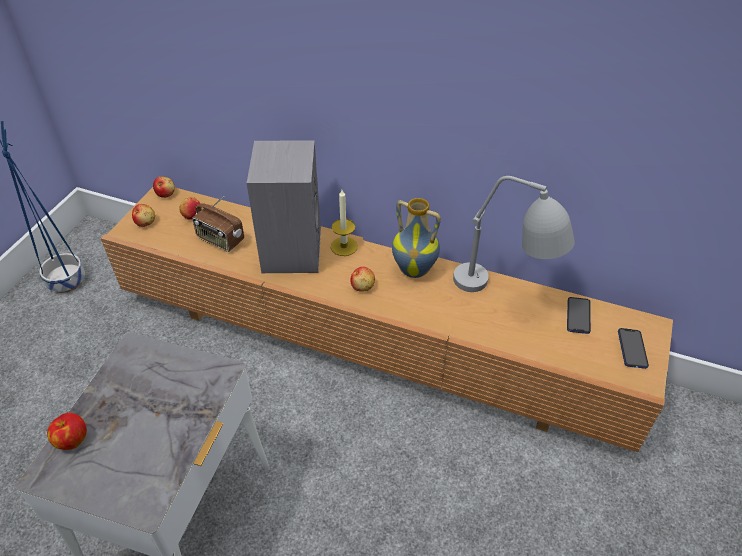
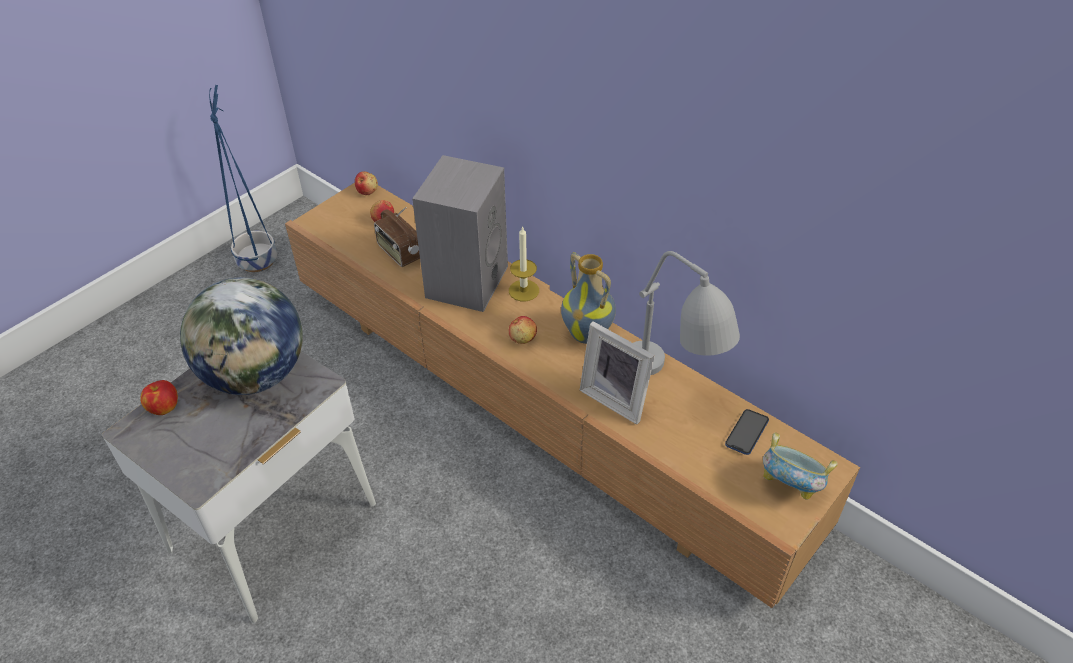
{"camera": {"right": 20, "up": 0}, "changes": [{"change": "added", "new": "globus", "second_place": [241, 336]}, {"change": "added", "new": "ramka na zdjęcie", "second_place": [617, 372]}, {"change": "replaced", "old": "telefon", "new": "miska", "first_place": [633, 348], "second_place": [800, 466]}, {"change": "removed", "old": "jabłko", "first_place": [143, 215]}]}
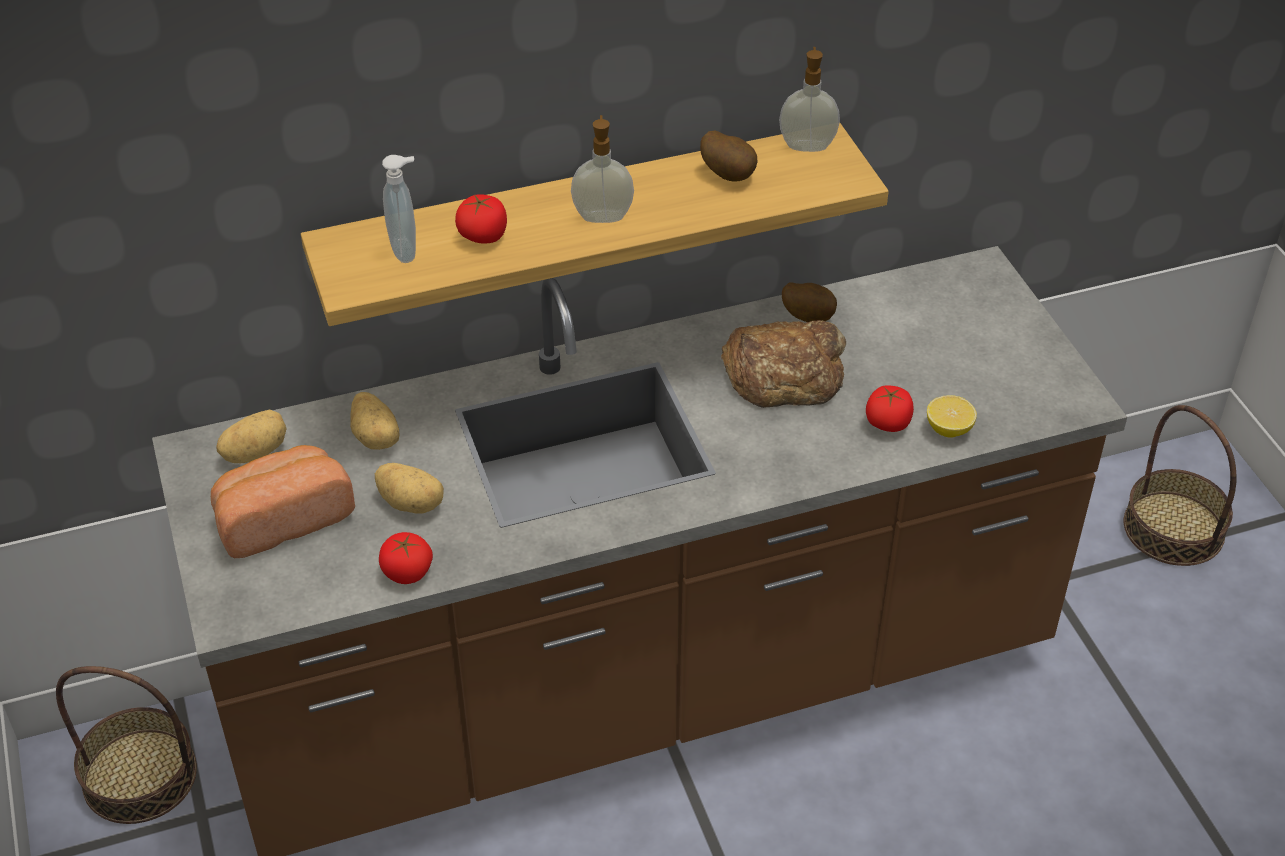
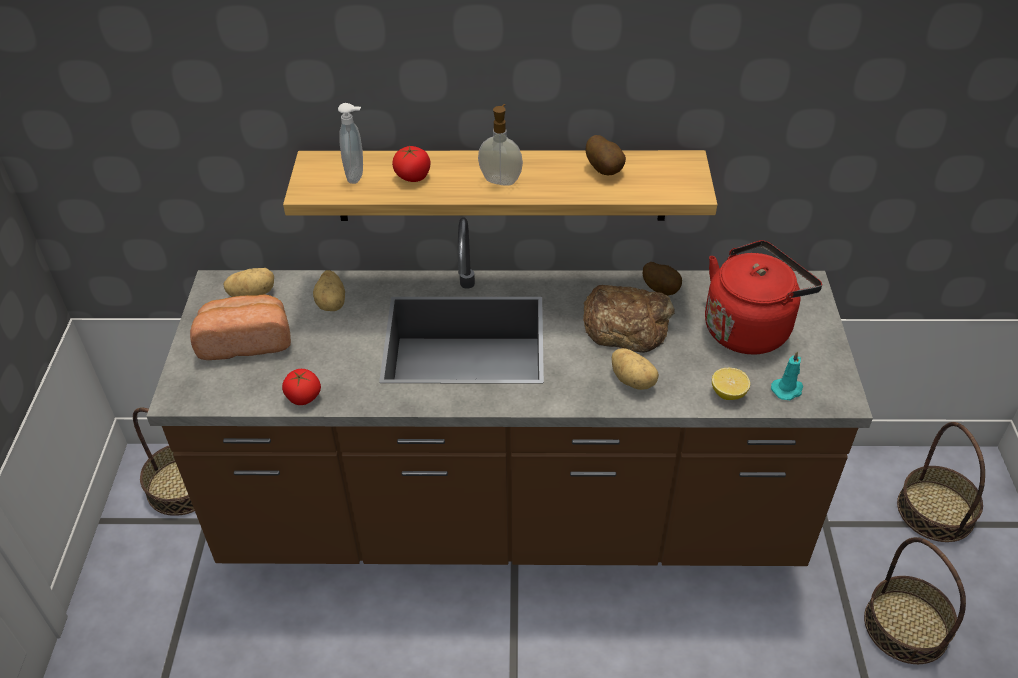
{"camera": {"right": 20, "up": 0}, "changes": [{"change": "moved", "old": "ziemniak", "first_place": [409, 488], "second_place": [635, 369]}, {"change": "added", "new": "czajnik [czerwony]", "second_place": [763, 297]}, {"change": "added", "new": "świeca [turkusowy]", "second_place": [787, 375]}, {"change": "added", "new": "koszyk", "second_place": [915, 600]}, {"change": "removed", "old": "dozownik mydła", "first_place": [809, 99]}, {"change": "removed", "old": "pomidor", "first_place": [890, 408]}]}
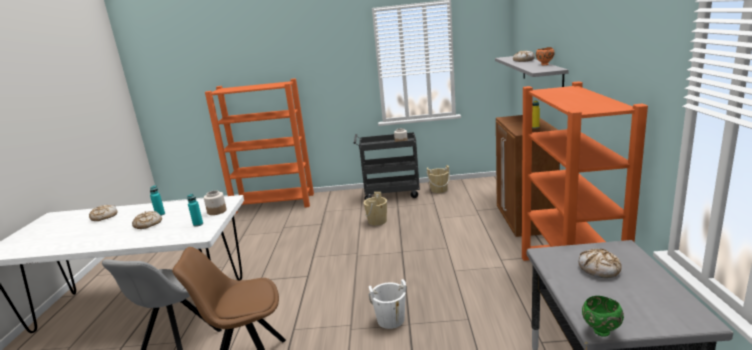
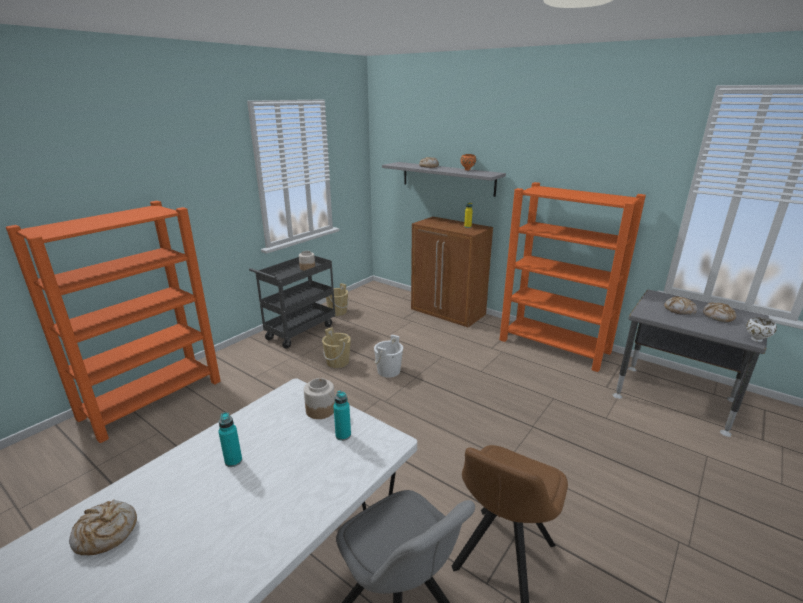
{"camera": {"right": -55, "up": 5}, "changes": [{"change": "moved", "old": "wiadro [biały]", "first_place": [388, 304], "second_place": [388, 356]}, {"change": "moved", "old": "chleb", "first_place": [147, 220], "second_place": [719, 312]}, {"change": "recoloured", "old": "miska [zielony]", "new": "miska [biały]", "first_place": [603, 316], "second_place": [761, 329]}]}
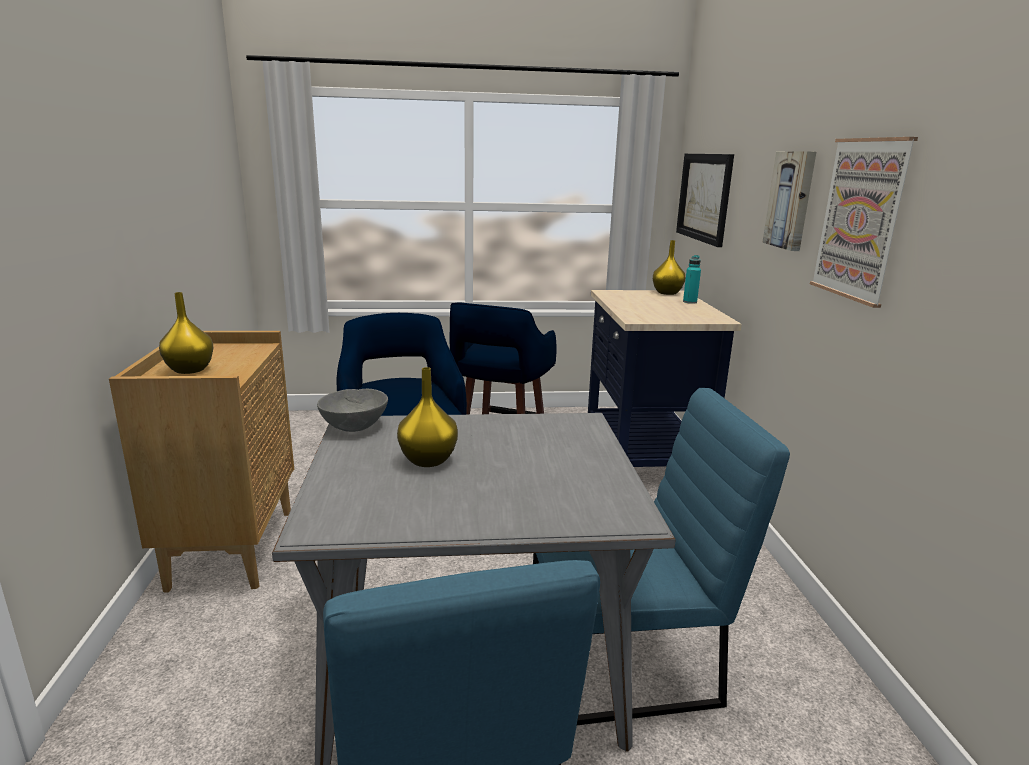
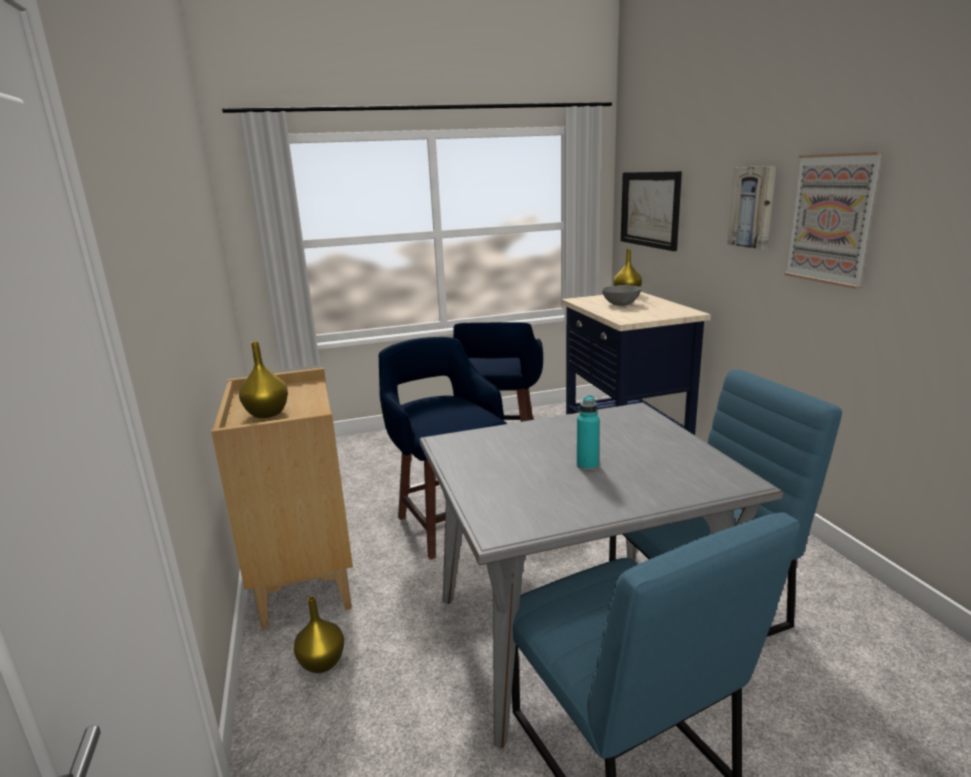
{"camera": {"right": -10, "up": 0}, "changes": [{"change": "moved", "old": "wazon [żółty]", "first_place": [427, 417], "second_place": [319, 634]}, {"change": "moved", "old": "butelka [turkusowy]", "first_place": [692, 279], "second_place": [588, 433]}, {"change": "moved", "old": "miska [szary]", "first_place": [352, 410], "second_place": [621, 295]}]}
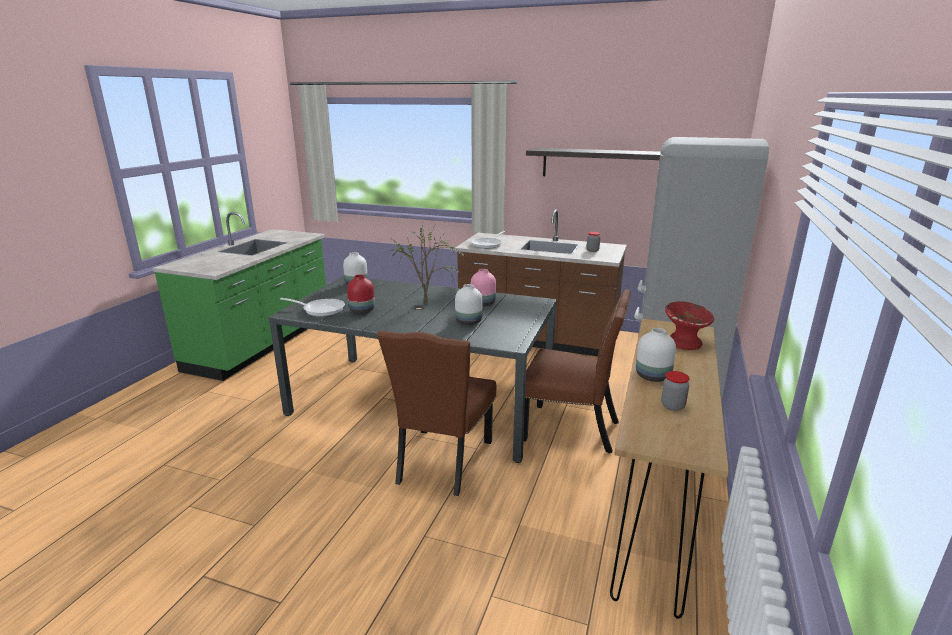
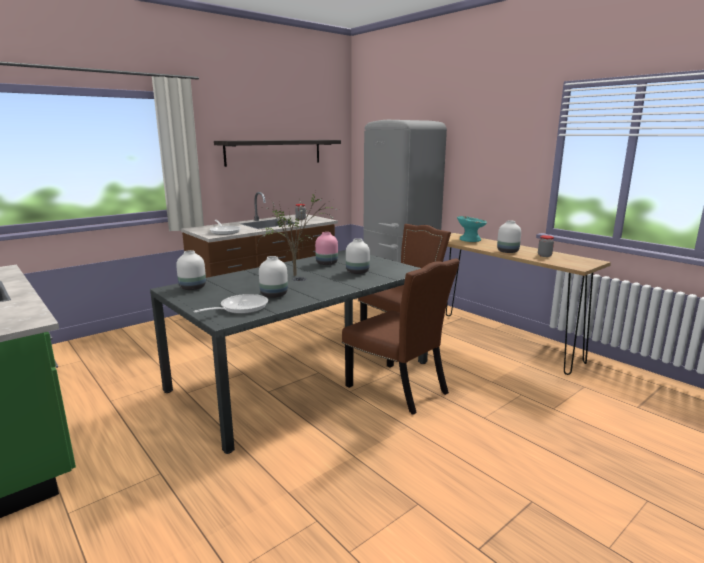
{"camera": {"right": -60, "up": -5}, "changes": [{"change": "recoloured", "old": "wazon [czerwony]", "new": "wazon [biały]", "first_place": [361, 294], "second_place": [273, 277]}, {"change": "recoloured", "old": "miska [czerwony]", "new": "miska [turkusowy]", "first_place": [689, 325], "second_place": [472, 229]}]}
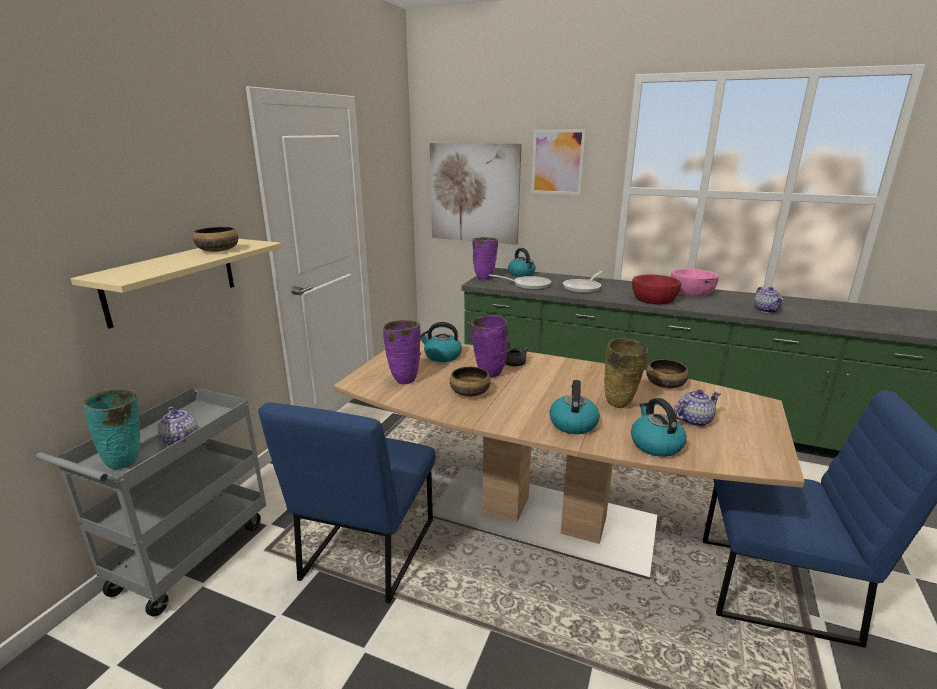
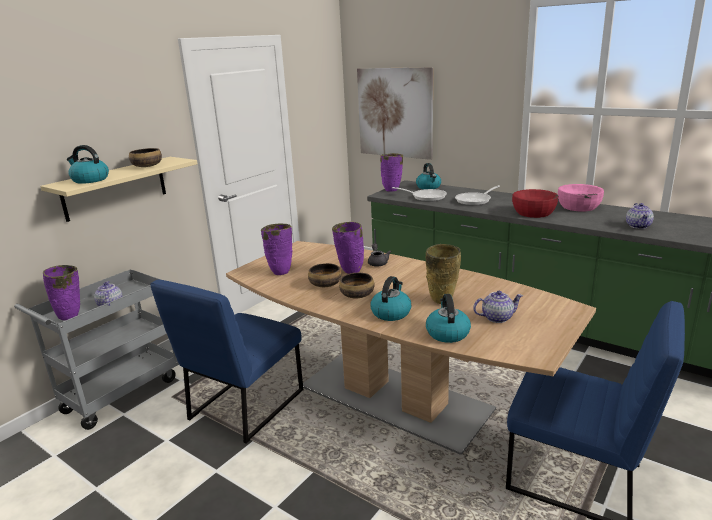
{"camera": {"right": 15, "up": 0}, "changes": [{"change": "recoloured", "old": "wazon [turkusowy]", "new": "wazon [fioletowy]", "first_place": [111, 429], "second_place": [61, 292]}, {"change": "moved", "old": "czajnik", "first_place": [441, 342], "second_place": [88, 164]}, {"change": "moved", "old": "miska", "first_place": [667, 374], "second_place": [356, 286]}, {"change": "removed", "old": "obraz", "first_place": [558, 162]}]}
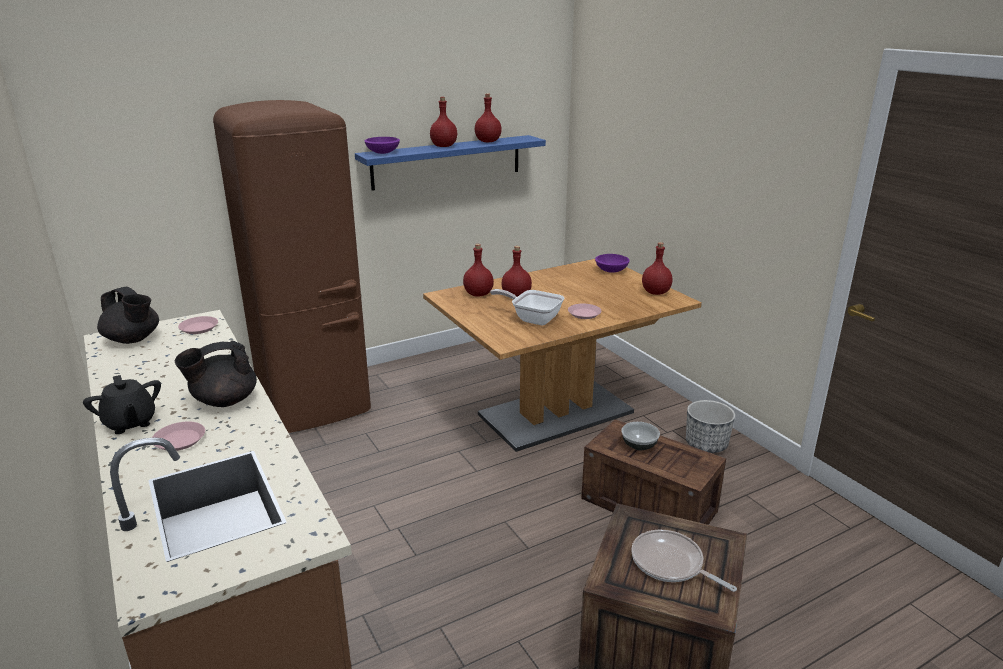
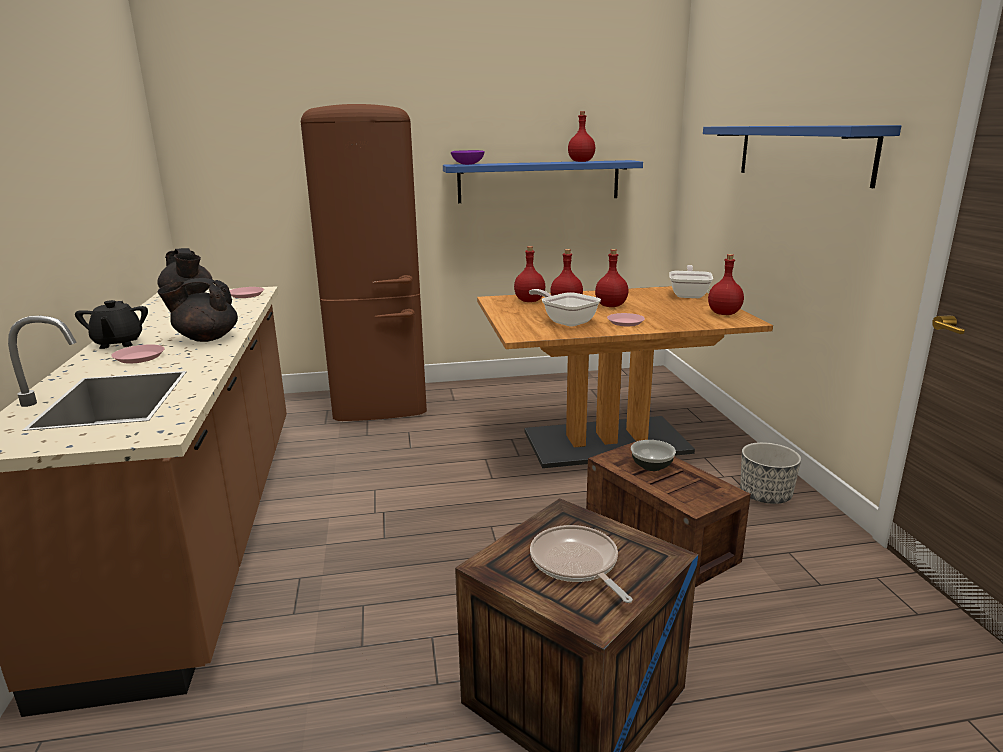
{"camera": {"right": 20, "up": -5}, "changes": [{"change": "moved", "old": "butelka [czerwony]", "first_place": [443, 122], "second_place": [611, 278]}, {"change": "replaced", "old": "miska [fioletowy]", "new": "patelnia", "first_place": [612, 263], "second_place": [691, 281]}, {"change": "added", "new": "półka [niebieski]", "second_place": [802, 156]}]}
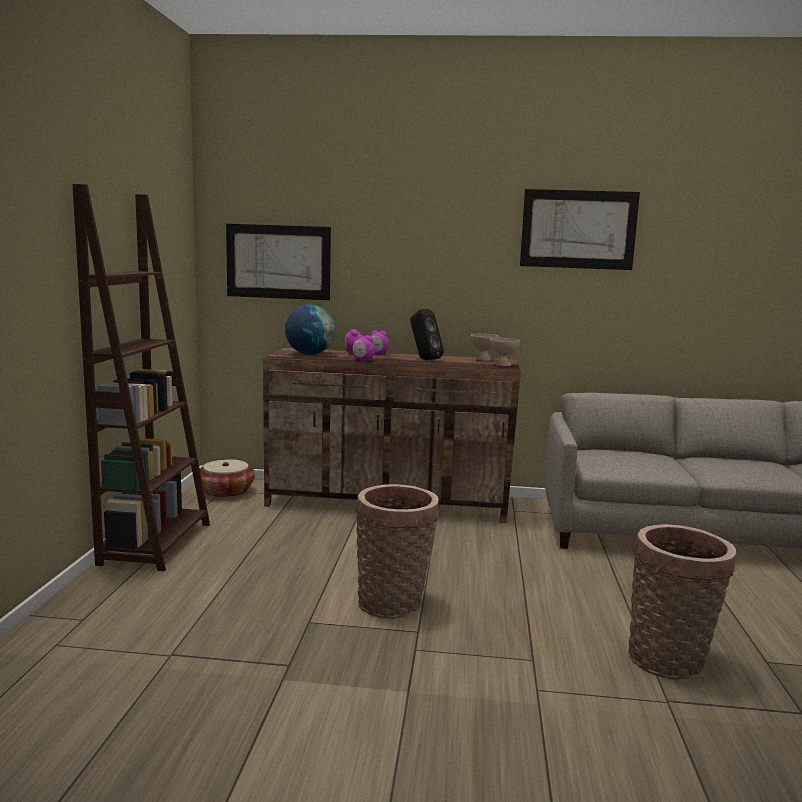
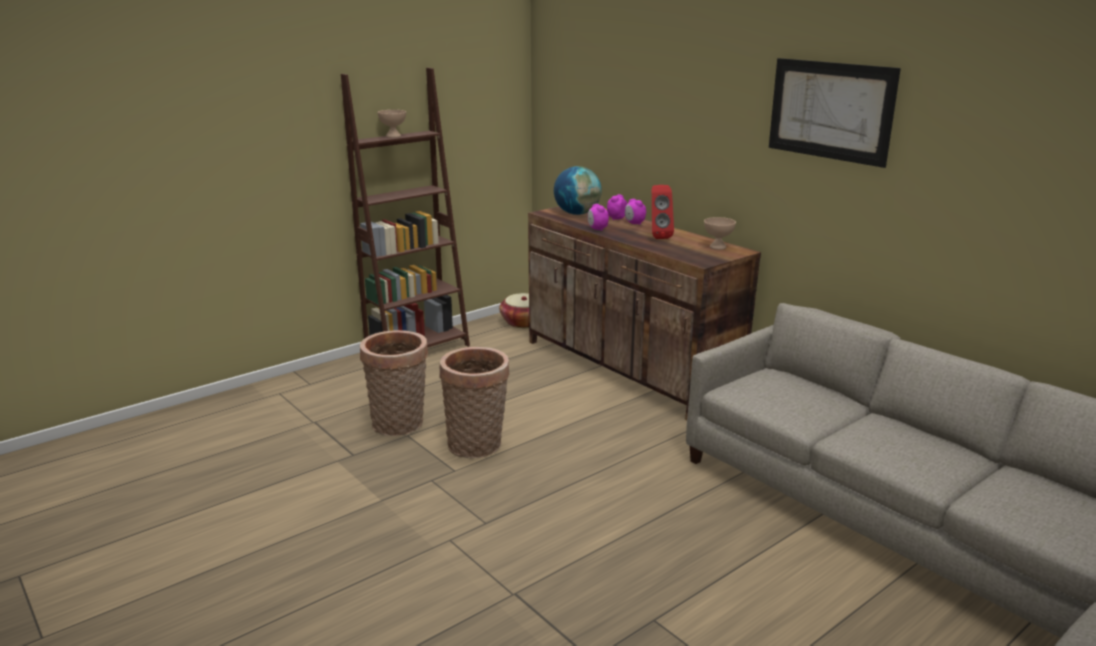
{"camera": {"right": 45, "up": 10}, "changes": [{"change": "moved", "old": "koszyk", "first_place": [682, 601], "second_place": [394, 383]}, {"change": "moved", "old": "miska [beżowy]", "first_place": [505, 352], "second_place": [392, 124]}, {"change": "recoloured", "old": "głośnik [czarny]", "new": "głośnik [czerwony]", "first_place": [427, 334], "second_place": [663, 212]}, {"change": "removed", "old": "obraz", "first_place": [278, 262]}]}
